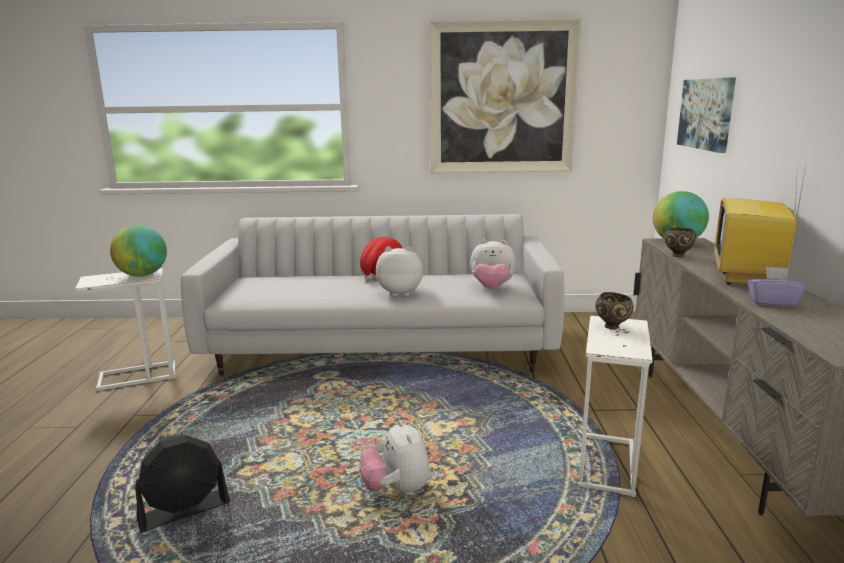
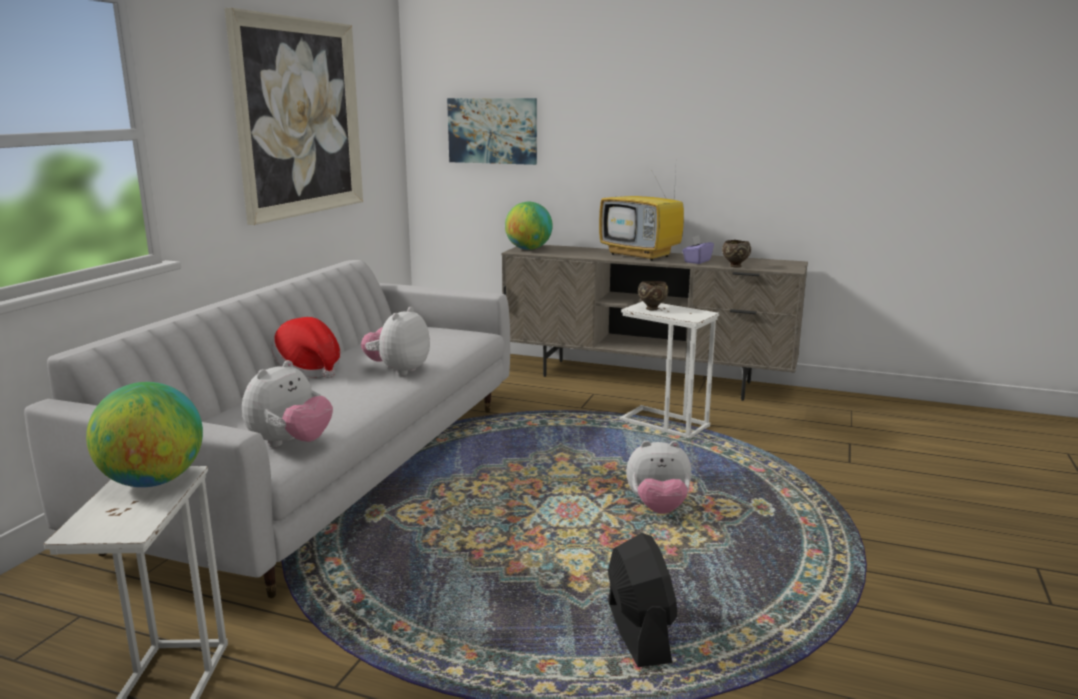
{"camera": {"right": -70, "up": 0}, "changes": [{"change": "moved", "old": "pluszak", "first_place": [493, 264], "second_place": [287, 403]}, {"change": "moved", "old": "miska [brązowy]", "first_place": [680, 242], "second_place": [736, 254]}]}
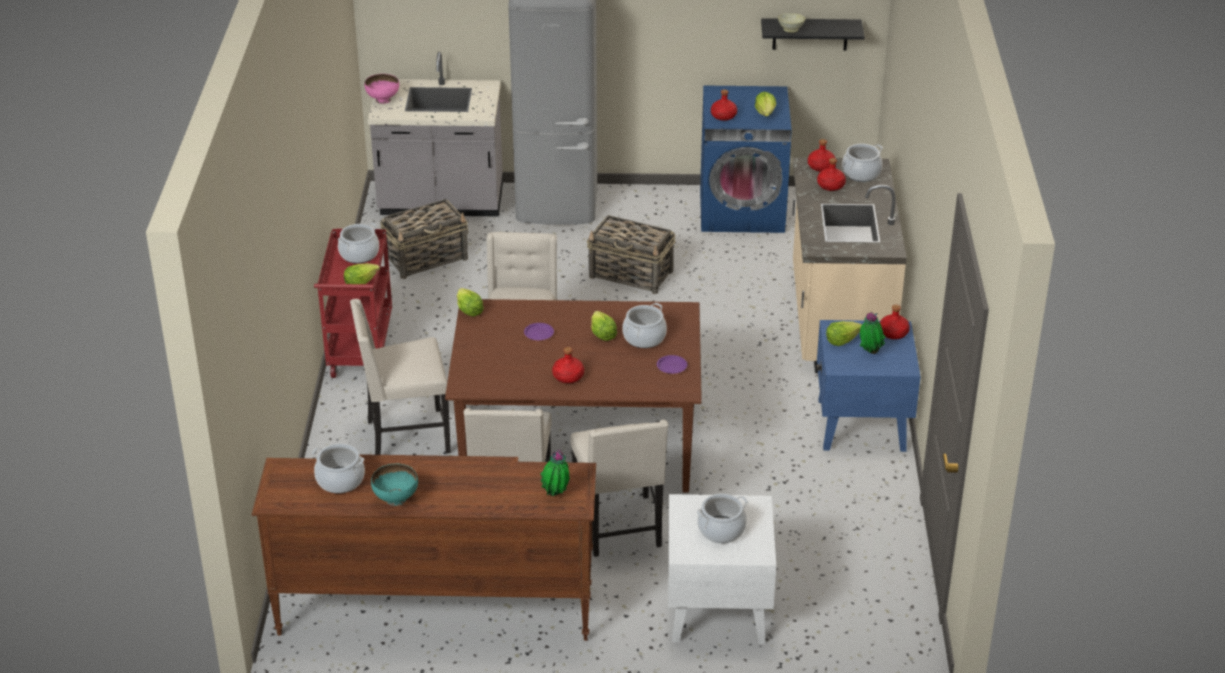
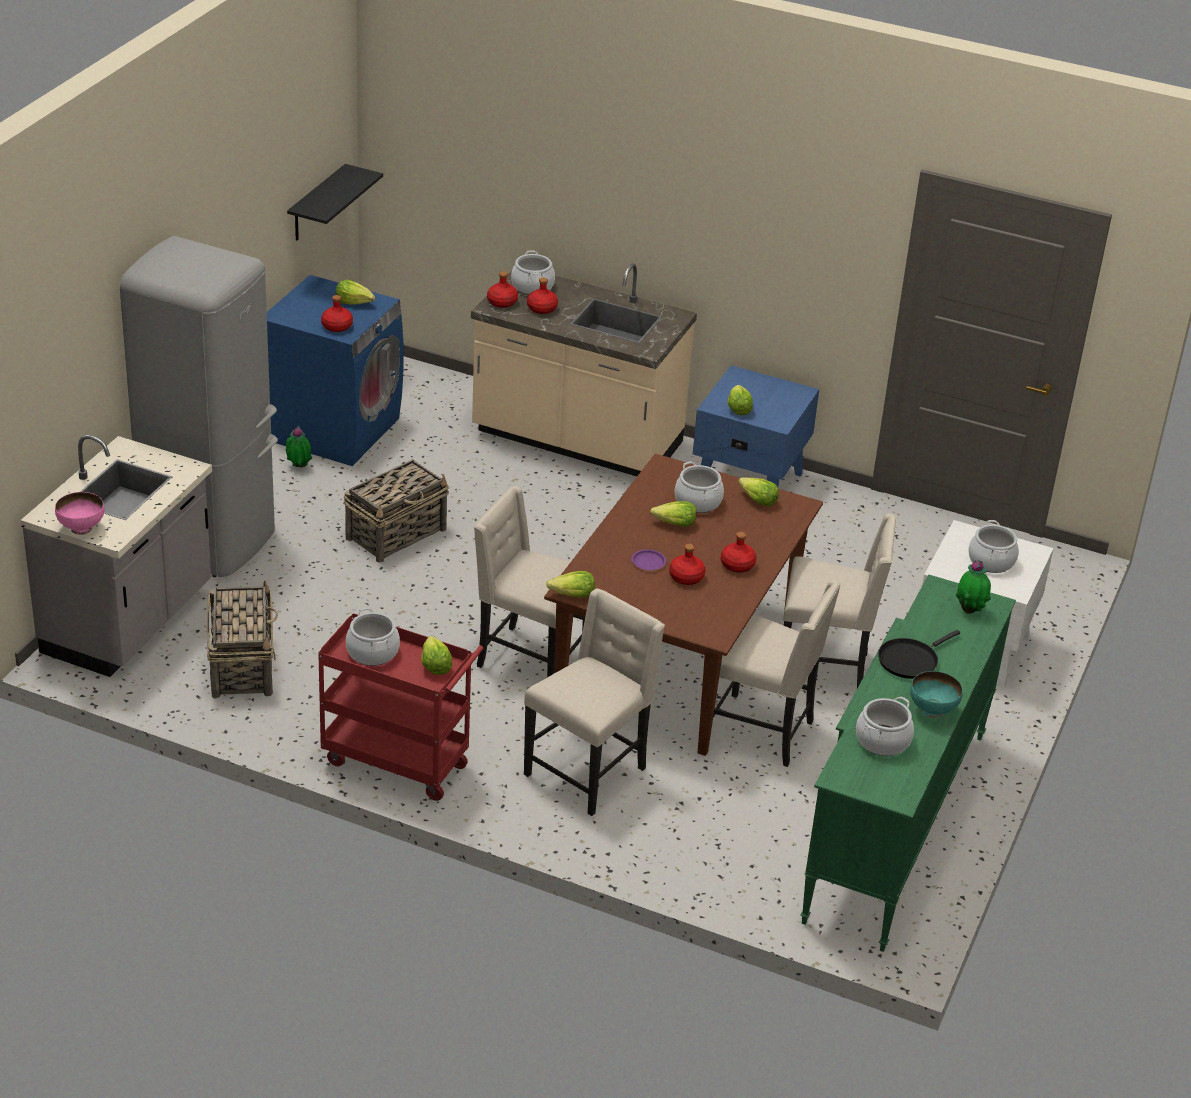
{"camera": {"right": -70, "up": 0}, "changes": [{"change": "moved", "old": "roślina doniczkowa", "first_place": [872, 333], "second_place": [298, 447]}, {"change": "turned", "old": "krzesło [beżowy]", "first_place": [400, 377], "second_place": [594, 702], "degrees": -150}, {"change": "moved", "old": "butelka [czerwony]", "first_place": [895, 322], "second_place": [687, 564]}, {"change": "replaced", "old": "talerz [fioletowy]", "new": "sałata", "first_place": [672, 364], "second_place": [758, 491]}, {"change": "recoloured", "old": "szafka [brązowy]", "new": "szafka [zielony]", "first_place": [424, 547], "second_place": [908, 763]}, {"change": "added", "new": "patelnia [czarny]", "second_place": [919, 654]}, {"change": "removed", "old": "miska [beżowy]", "first_place": [792, 23]}]}
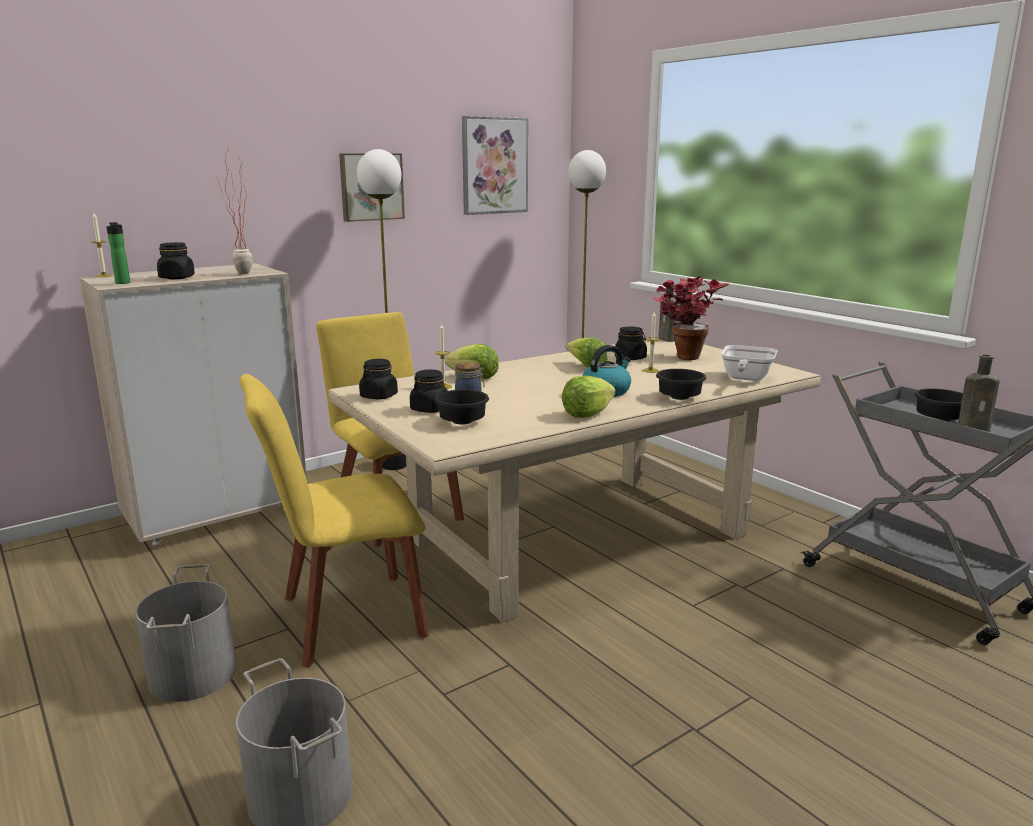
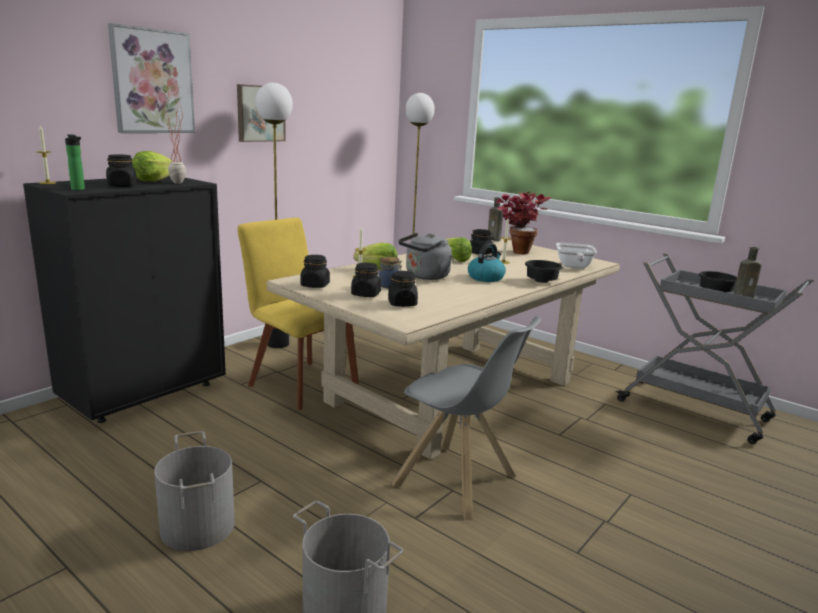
{"camera": {"right": -15, "up": 0}, "changes": [{"change": "recoloured", "old": "szafka [beżowy]", "new": "szafka [czarny]", "first_place": [193, 404], "second_place": [124, 299]}, {"change": "moved", "old": "obraz", "first_place": [495, 165], "second_place": [151, 78]}, {"change": "moved", "old": "sałata", "first_place": [589, 397], "second_place": [152, 166]}, {"change": "replaced", "old": "miska [czarny]", "new": "słoik [czarny]", "first_place": [462, 407], "second_place": [403, 289]}, {"change": "added", "new": "krzesło [szary]", "second_place": [466, 418]}, {"change": "added", "new": "czajnik [szary]", "second_place": [425, 256]}, {"change": "removed", "old": "krzesło [żółty]", "first_place": [334, 521]}]}
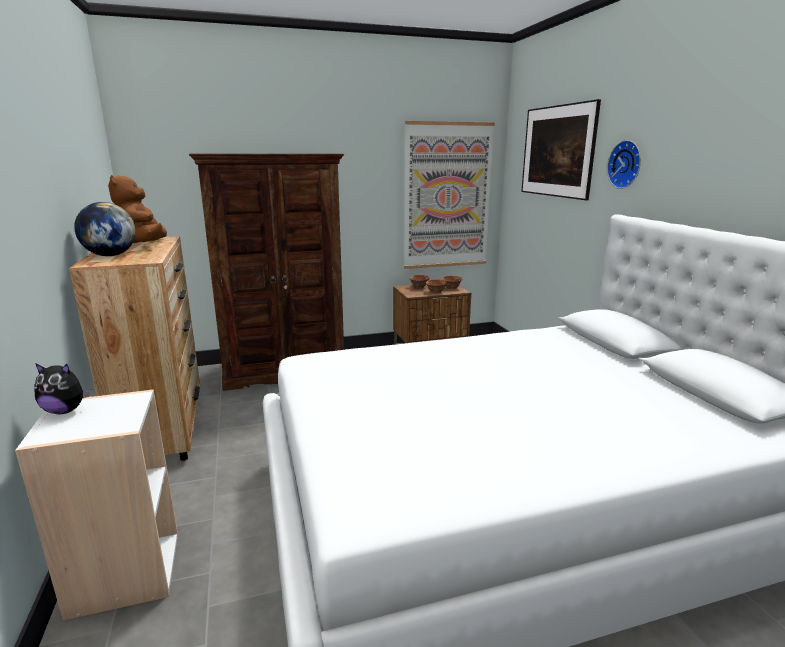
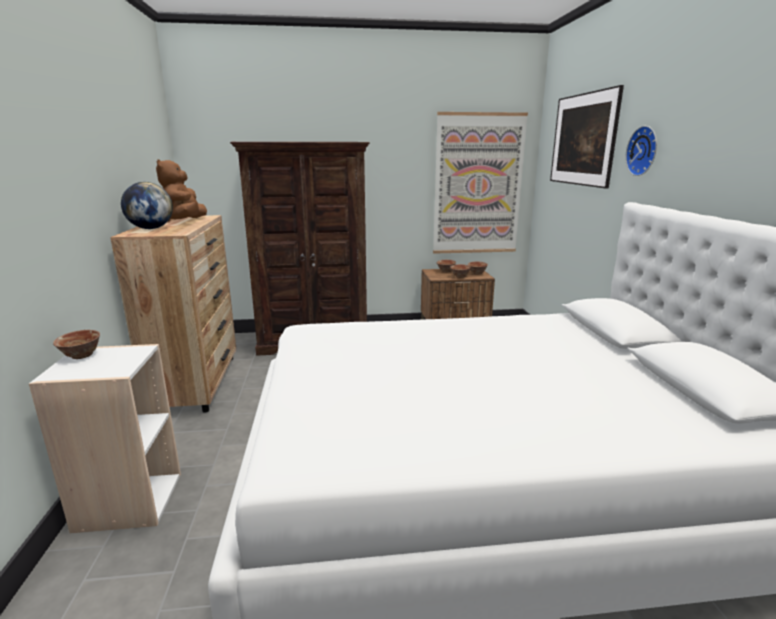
{"camera": {"right": 10, "up": 0}, "changes": [{"change": "replaced", "old": "pluszak", "new": "miska", "first_place": [63, 388], "second_place": [76, 344]}]}
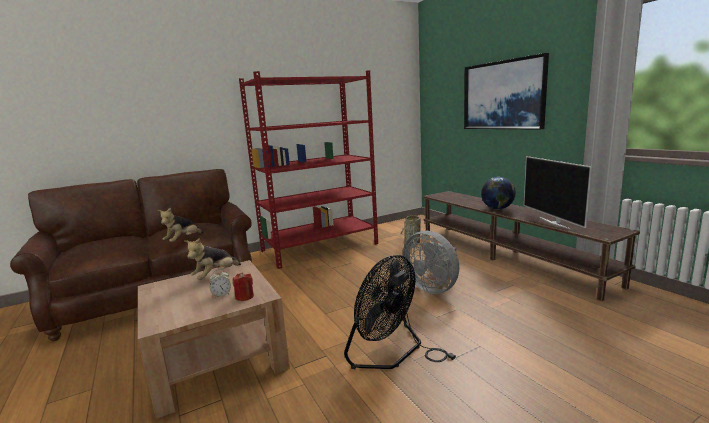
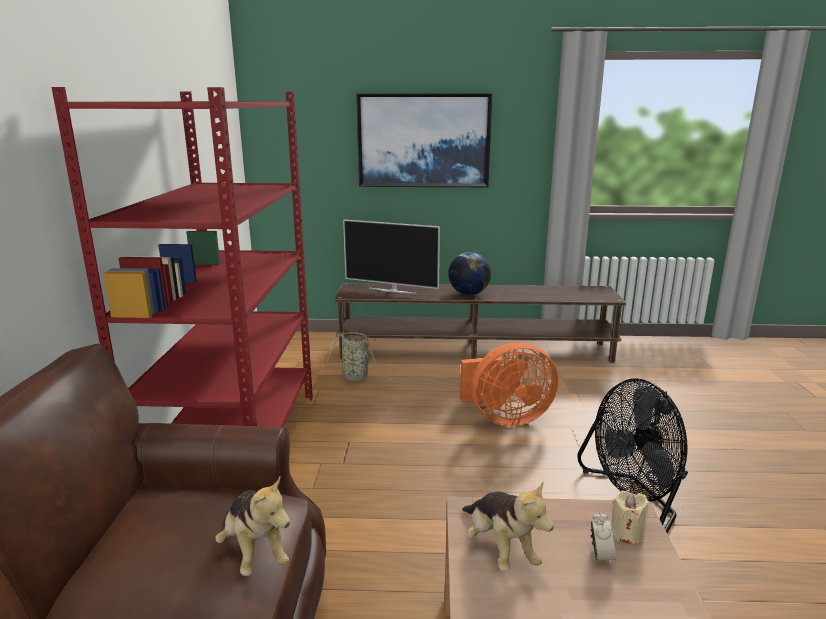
{"camera": {"right": -60, "up": 5}, "changes": [{"change": "moved", "old": "telewizor", "first_place": [558, 192], "second_place": [391, 257]}, {"change": "recoloured", "old": "wentylator [szary]", "new": "wentylator [pomarańczowy]", "first_place": [431, 262], "second_place": [509, 385]}, {"change": "recoloured", "old": "świeca [czerwony]", "new": "świeca [beżowy]", "first_place": [243, 286], "second_place": [630, 517]}]}
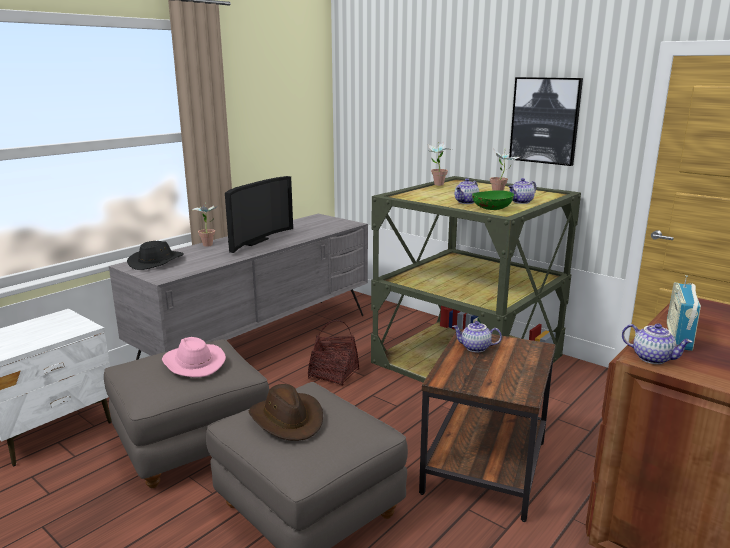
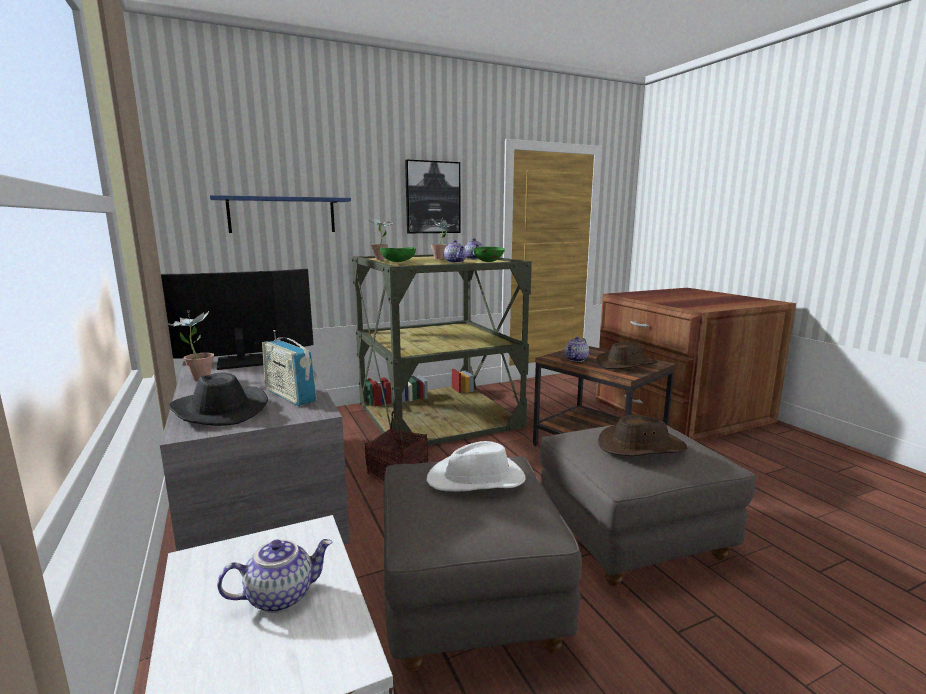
{"camera": {"right": -65, "up": -5}, "changes": [{"change": "turned", "old": "telewizor", "first_place": [259, 214], "second_place": [237, 319], "degrees": -75}, {"change": "added", "new": "półka [niebieski]", "second_place": [280, 214]}, {"change": "moved", "old": "imbryk", "first_place": [657, 343], "second_place": [274, 576]}, {"change": "moved", "old": "radio", "first_place": [684, 313], "second_place": [289, 368]}, {"change": "added", "new": "miska [zielony]", "second_place": [398, 254]}, {"change": "recoloured", "old": "kapelusz [różowy]", "new": "kapelusz [biały]", "first_place": [194, 357], "second_place": [475, 466]}, {"change": "added", "new": "kapelusz [brązowy]", "second_place": [627, 355]}]}
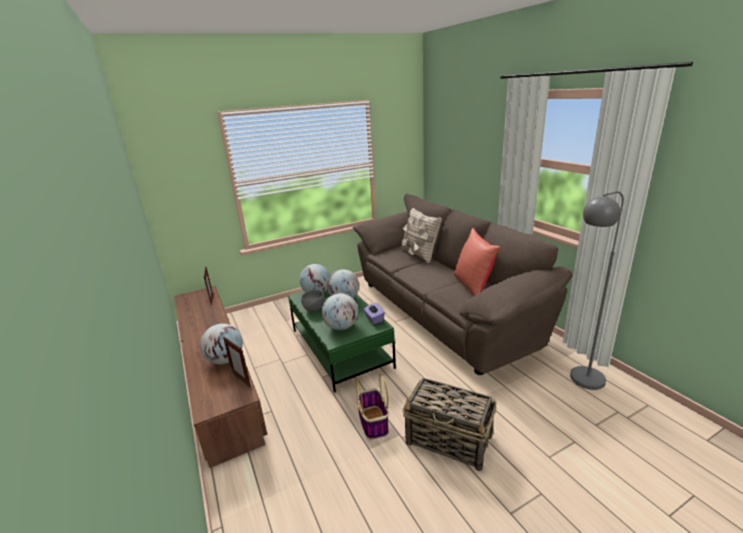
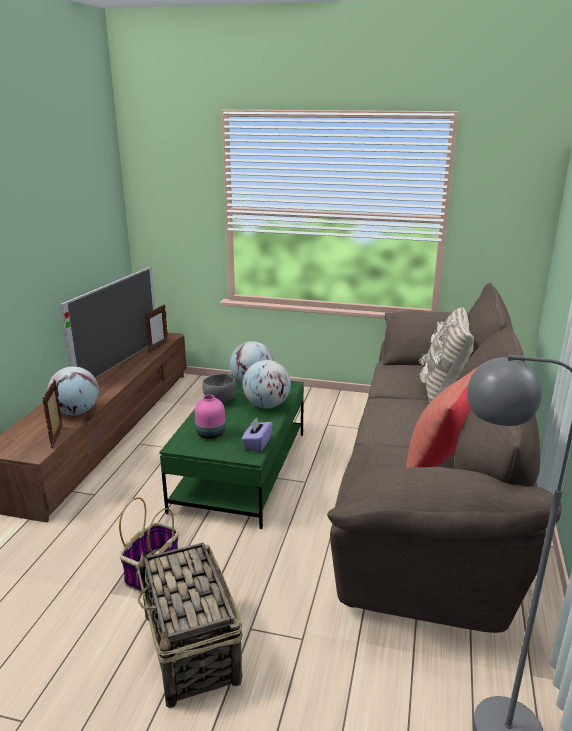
{"camera": {"right": 40, "up": 0}, "changes": [{"change": "added", "new": "telewizor", "second_place": [108, 322]}, {"change": "replaced", "old": "globus", "new": "wazon [różowy]", "first_place": [340, 311], "second_place": [210, 417]}]}
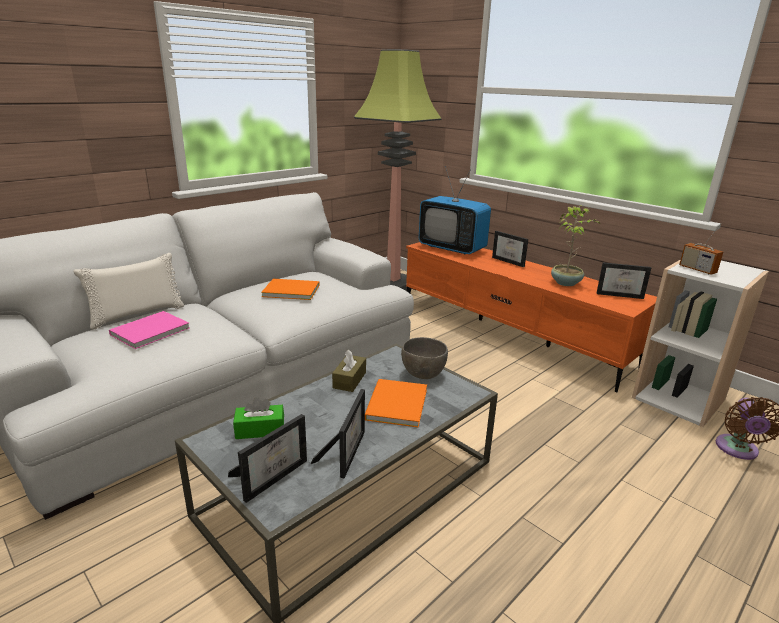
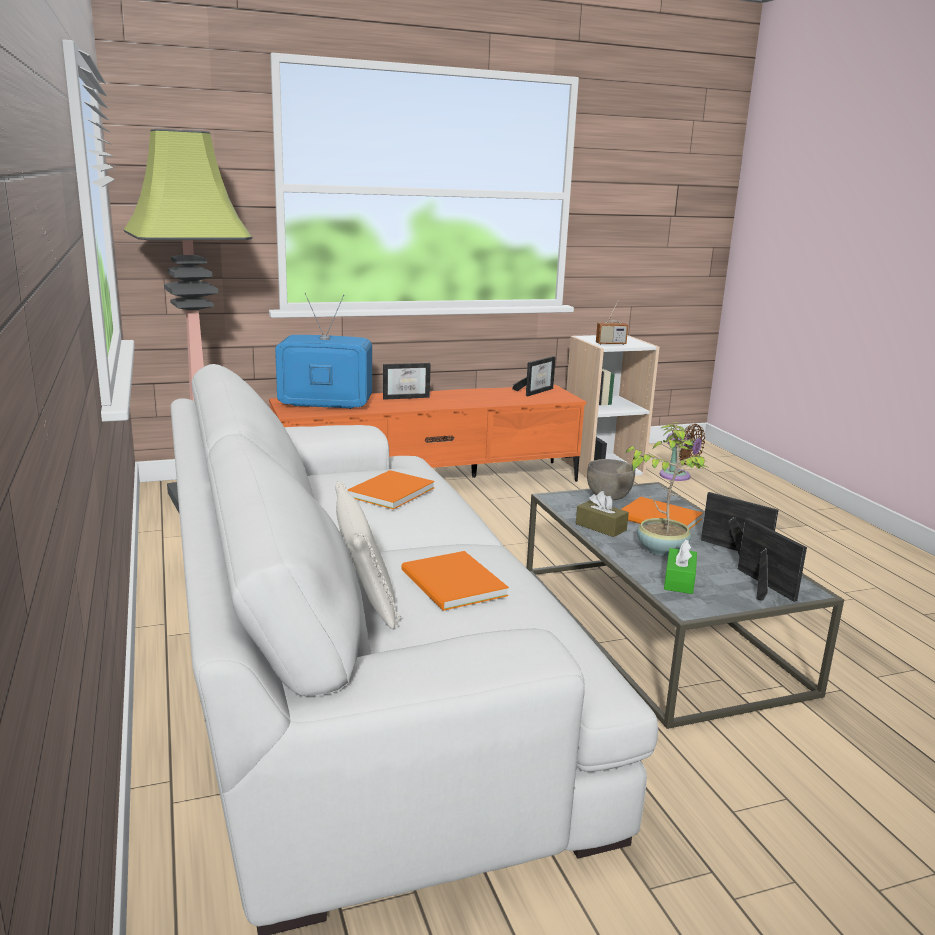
{"camera": {"right": -65, "up": -5}, "changes": [{"change": "turned", "old": "telewizor", "first_place": [455, 210], "second_place": [323, 351], "degrees": -150}, {"change": "recoloured", "old": "książka [różowy]", "new": "książka [pomarańczowy]", "first_place": [149, 330], "second_place": [455, 581]}, {"change": "moved", "old": "roślina doniczkowa", "first_place": [575, 245], "second_place": [666, 489]}]}
